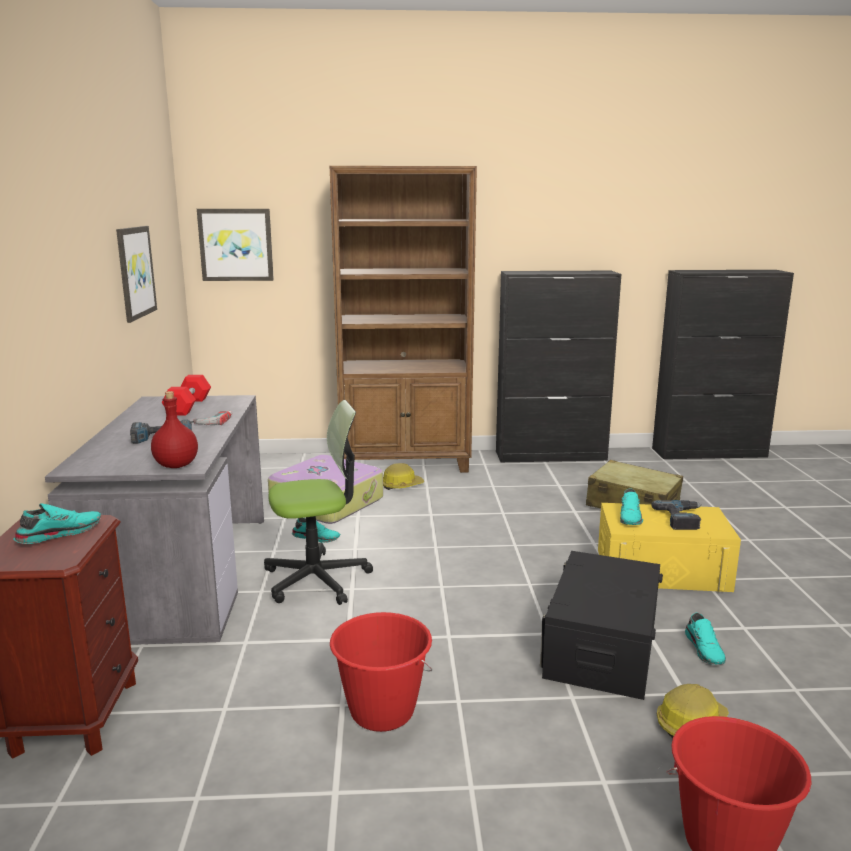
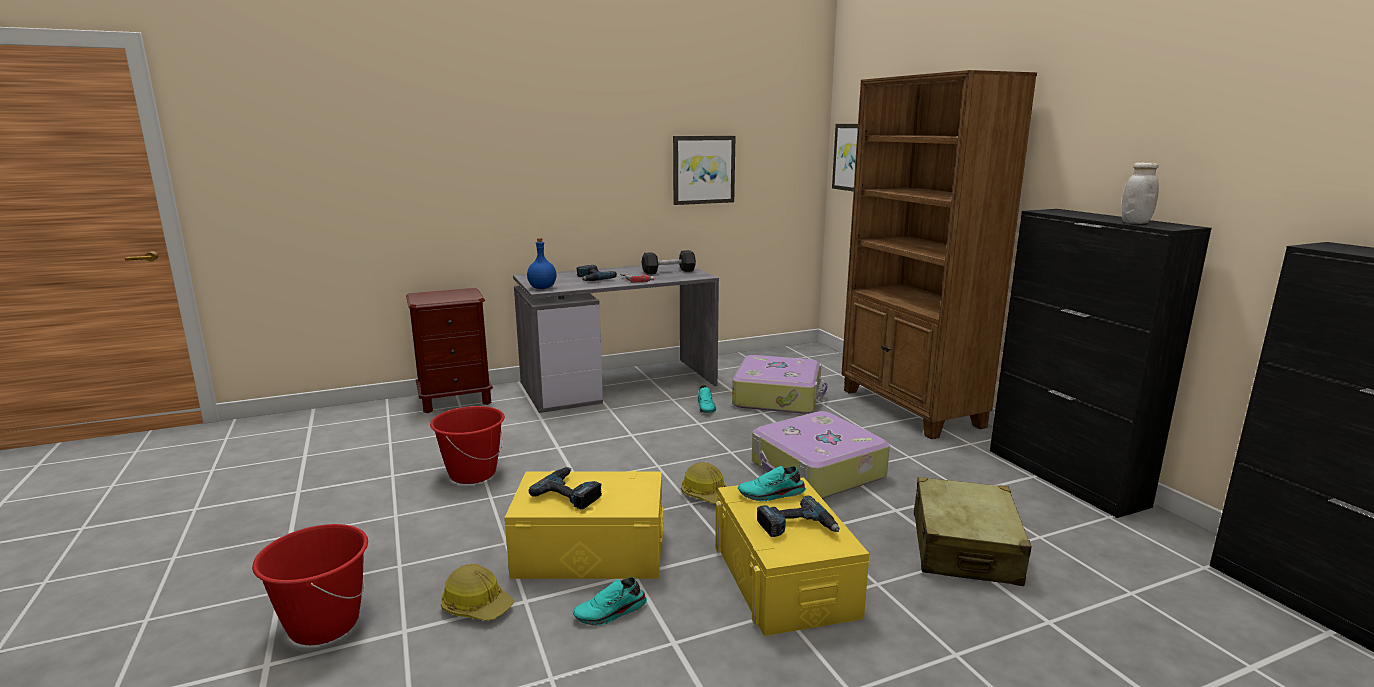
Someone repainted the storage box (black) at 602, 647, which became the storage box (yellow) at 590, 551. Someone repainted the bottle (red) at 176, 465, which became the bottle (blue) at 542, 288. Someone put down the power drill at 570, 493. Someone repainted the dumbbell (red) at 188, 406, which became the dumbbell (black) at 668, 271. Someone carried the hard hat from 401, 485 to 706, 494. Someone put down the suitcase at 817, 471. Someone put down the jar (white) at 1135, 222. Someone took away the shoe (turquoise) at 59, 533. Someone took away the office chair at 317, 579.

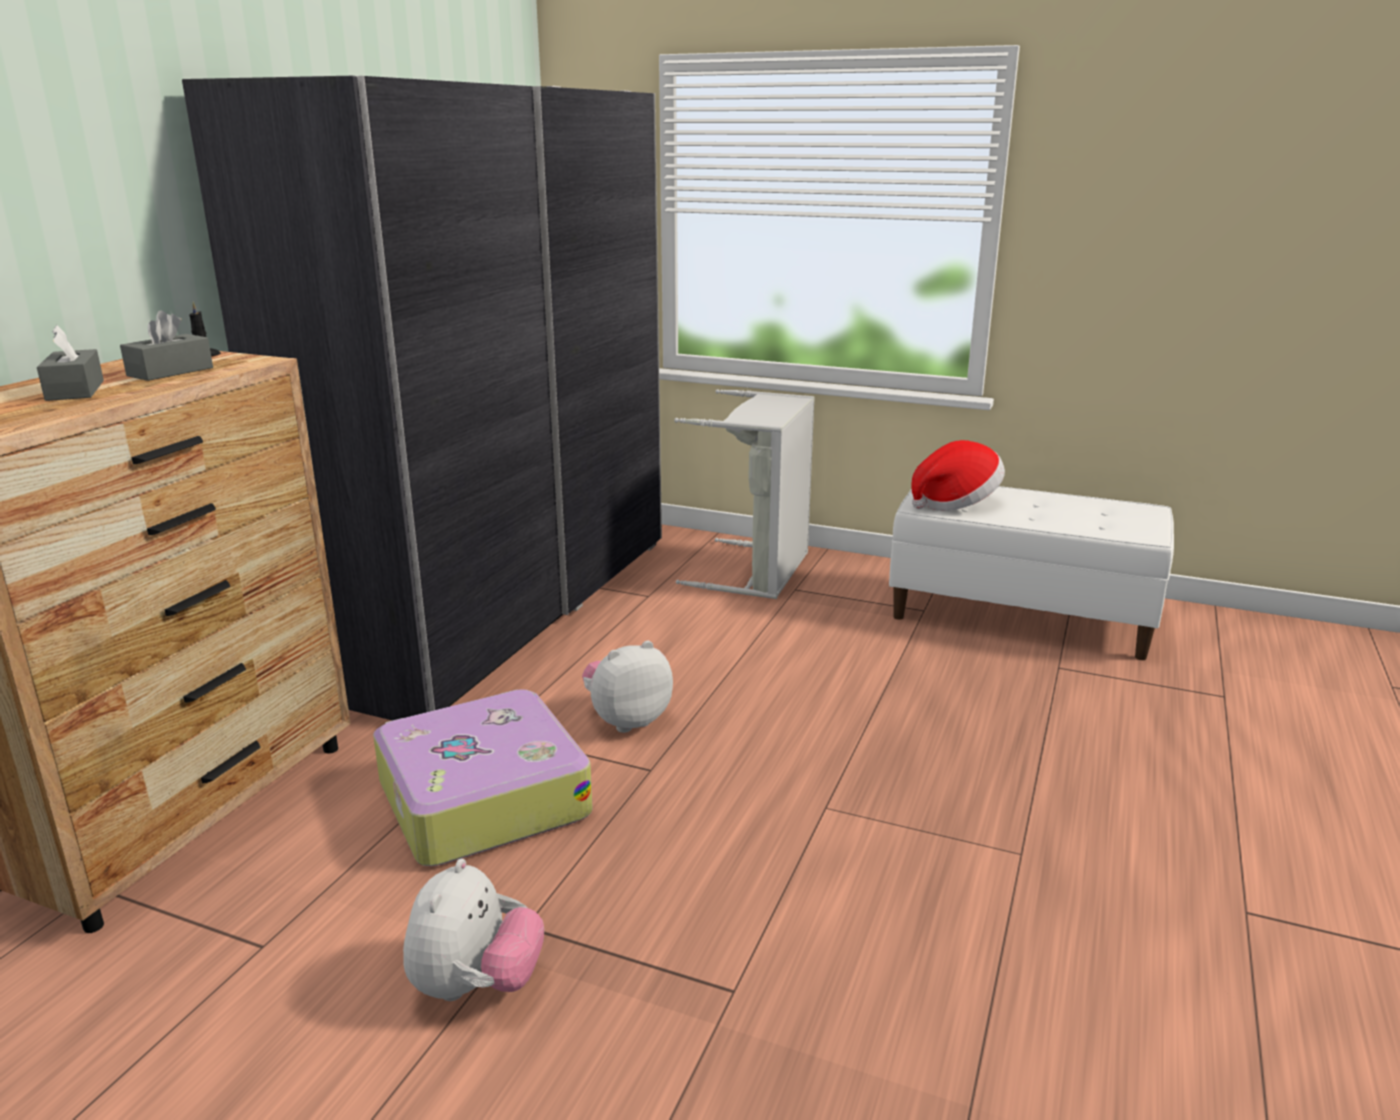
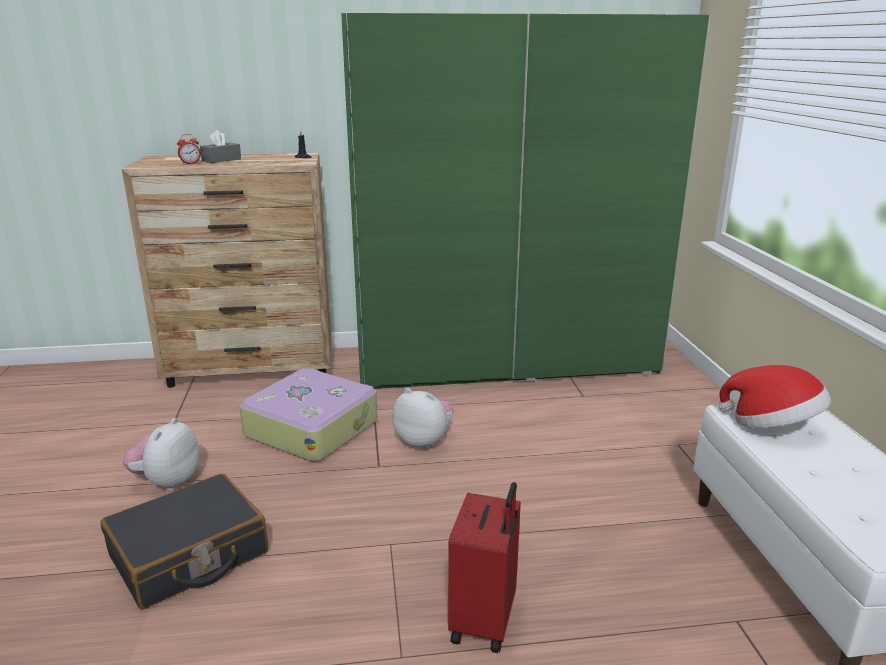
Someone put down the suitcase (black) at 189, 555. Someone rotated the plush toy at 476, 985 by 120 degrees clockwise. Someone put down the alarm clock at 190, 164. Someone repainted the wardrobe (grey) at 501, 608, which became the wardrobe (green) at 504, 361. Someone put down the suitcase (red) at 485, 621. Someone took away the tissue box (grey) at 170, 372. Someone took away the laundry basket (grey) at 759, 571.

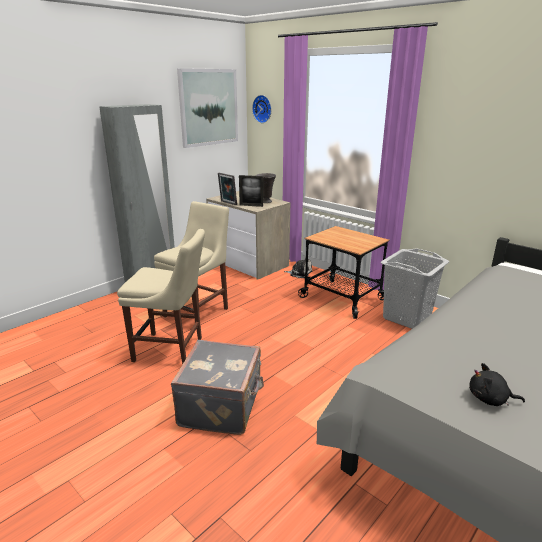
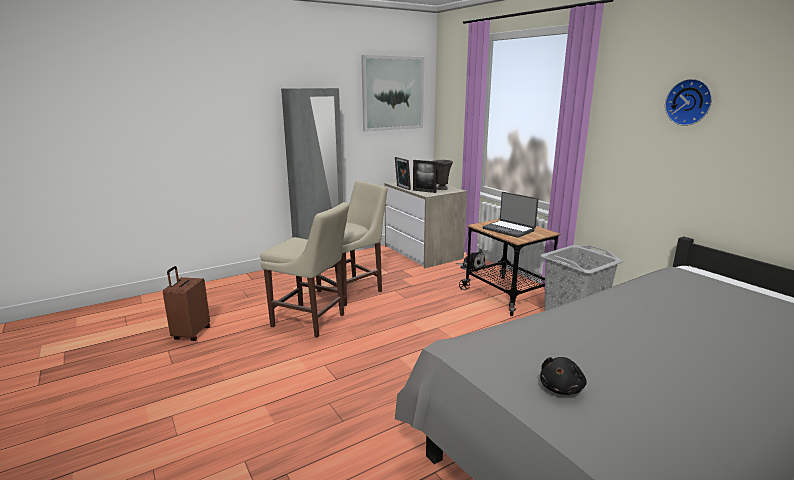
Someone put down the suitcase (brown) at 191, 334. Someone put down the laptop at 509, 229. Someone rotated the plush toy (black) at 490, 399 by 90 degrees counterclockwise. Someone carried the wall clock from 263, 109 to 689, 102. Someone took away the suitcase (grey) at 222, 406.

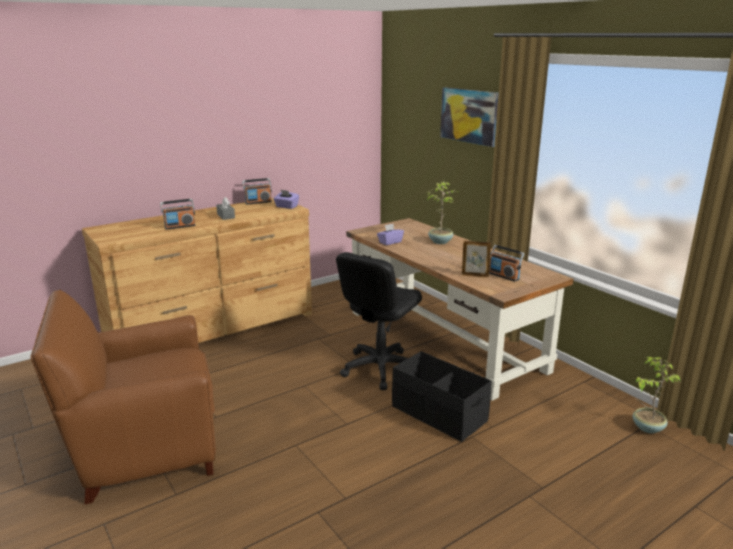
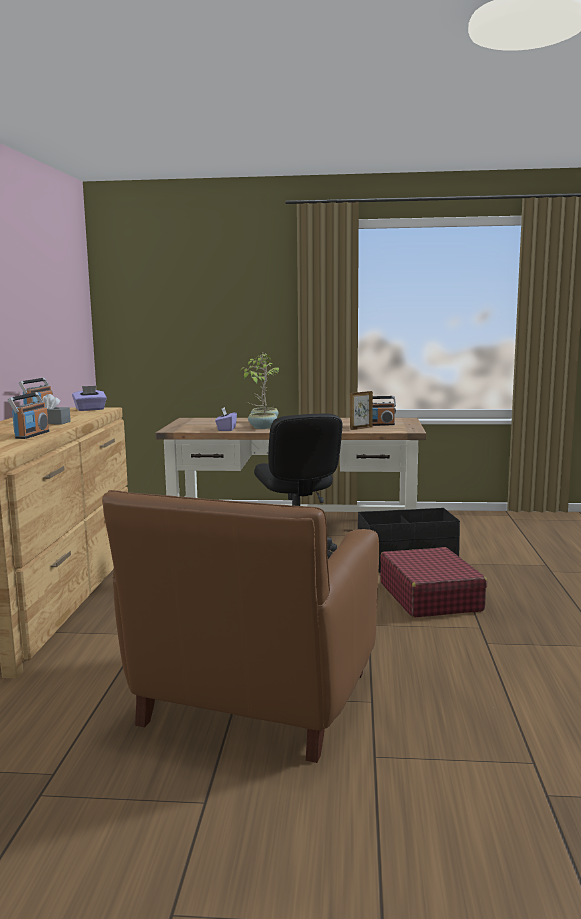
Someone carried the potted plant from 647, 427 to 261, 427. Someone put down the suitcase (red) at 430, 597. Someone took away the picture at 469, 116.

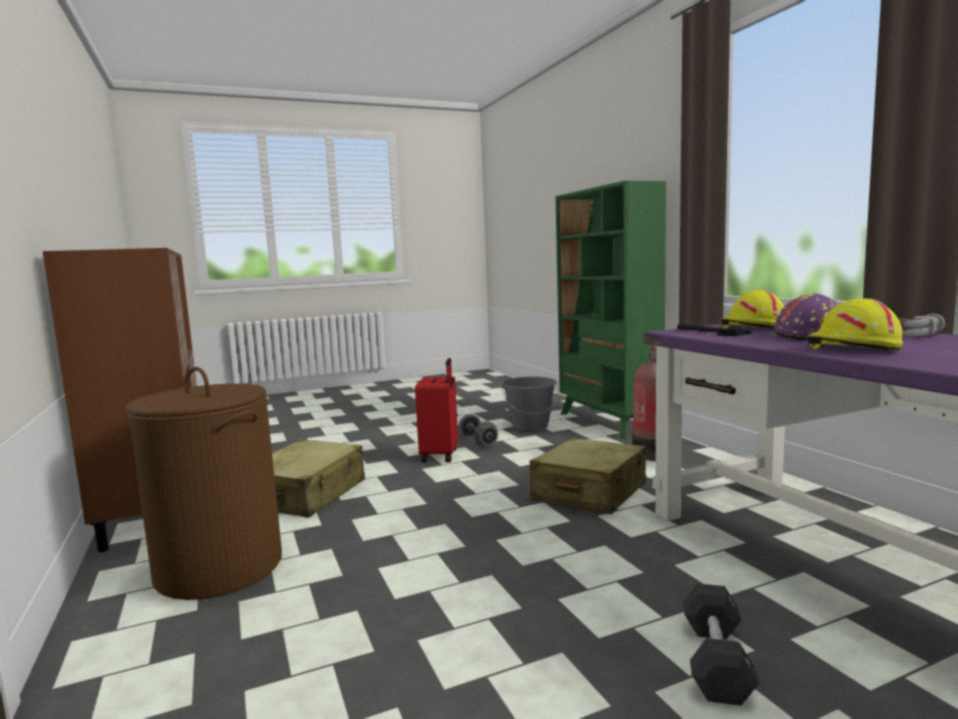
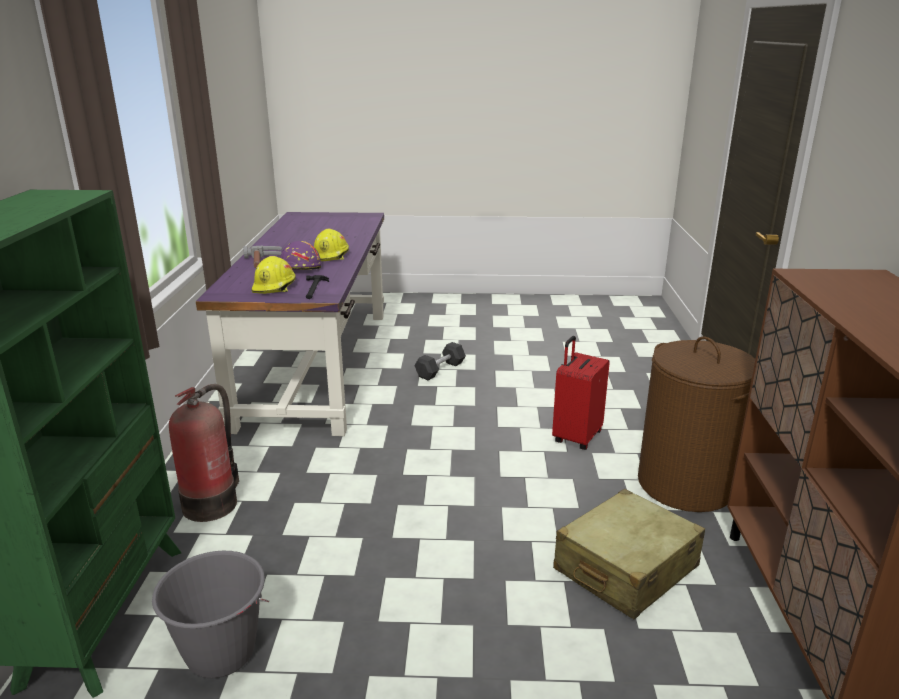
Someone carried the suitcase (red) from 441, 455 to 576, 437. Someone took away the dumbbell (grey) at 478, 442. Someone took away the suitcase (beige) at 589, 493.

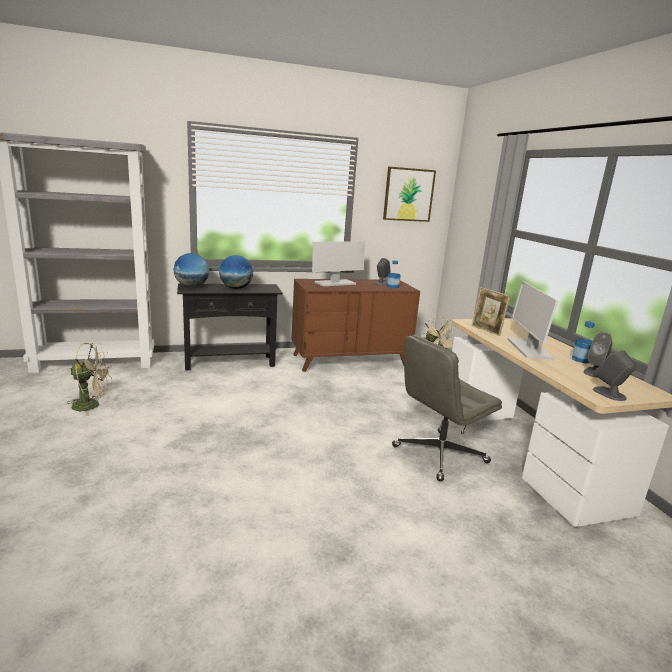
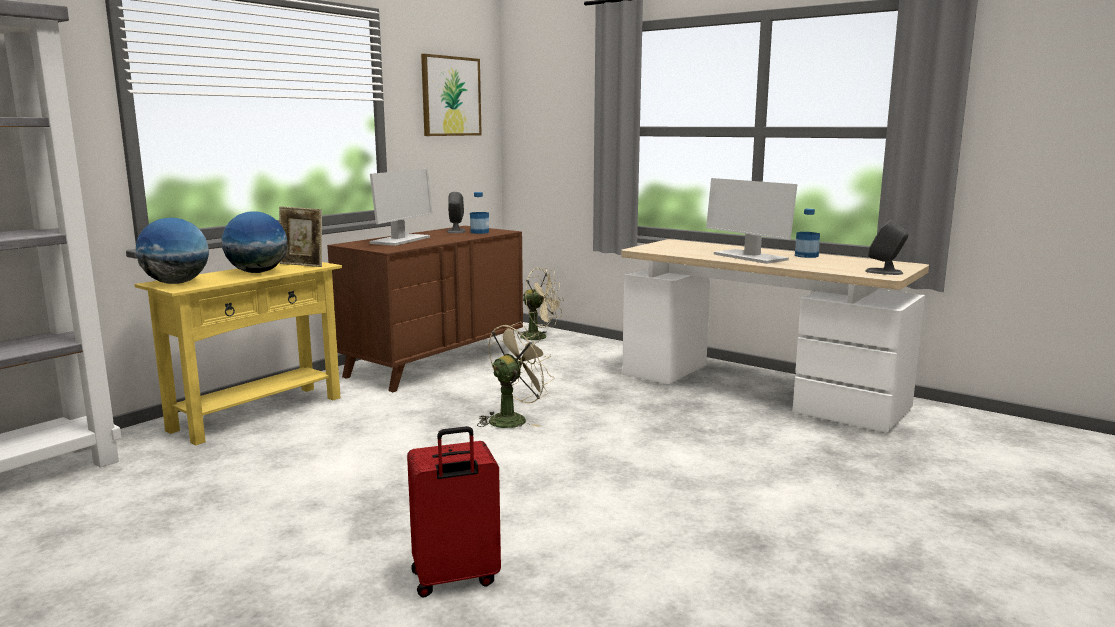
Someone repainted the console table (black) at 230, 362, which became the console table (yellow) at 257, 413. Someone carried the picture frame from 486, 330 to 302, 265. Someone put down the suitcase (red) at 455, 579. Someone carried the fan (beige) from 92, 405 to 513, 419. Someone took away the office chair (grey) at 439, 455. Someone took away the speaker (grey) at 595, 372.

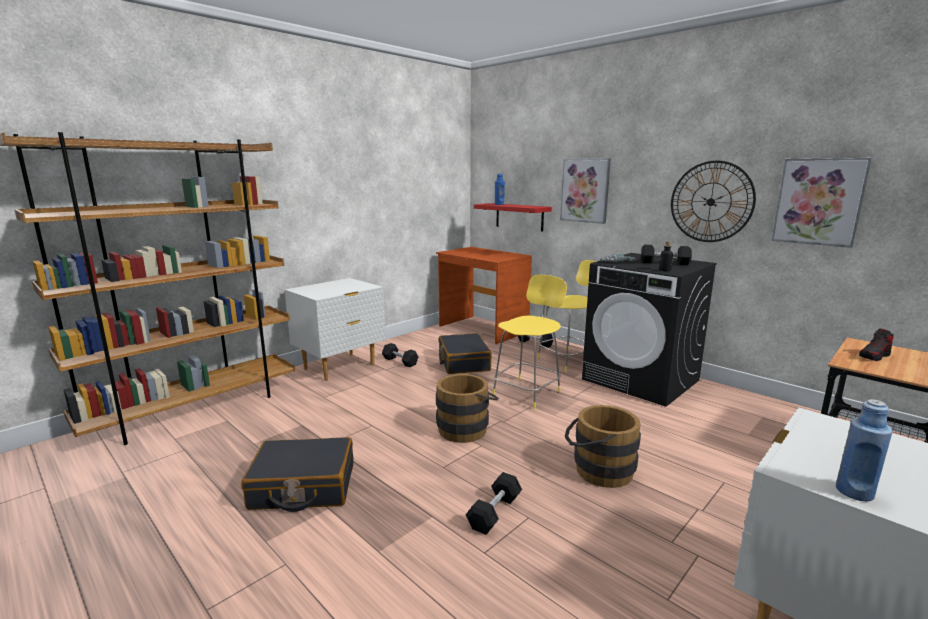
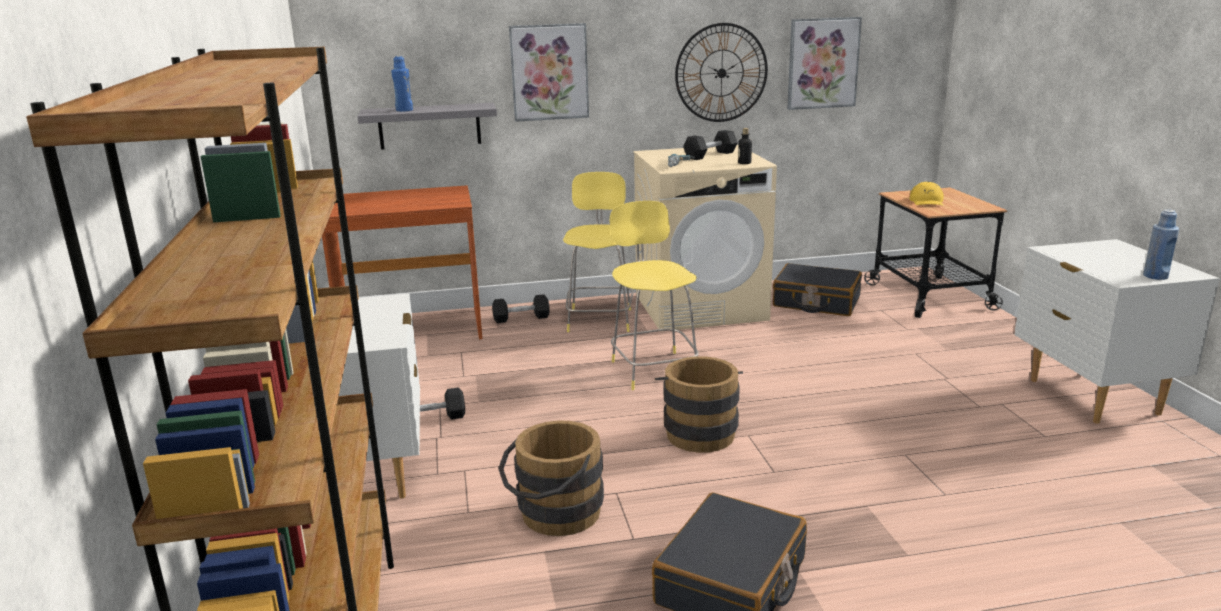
Someone repainted the shelf (red) at 519, 216, which became the shelf (grey) at 429, 126. Someone carried the bucket (brown) from 597, 470 to 554, 516. Someone repainted the washing machine (black) at 641, 380, which became the washing machine (beige) at 701, 307. Someone carried the suitcase (black) from 463, 362 to 816, 302. Someone swapped the shoe at 874, 356 for the cap (yellow) at 927, 201. Someone took away the dumbbell (black) at 494, 512.

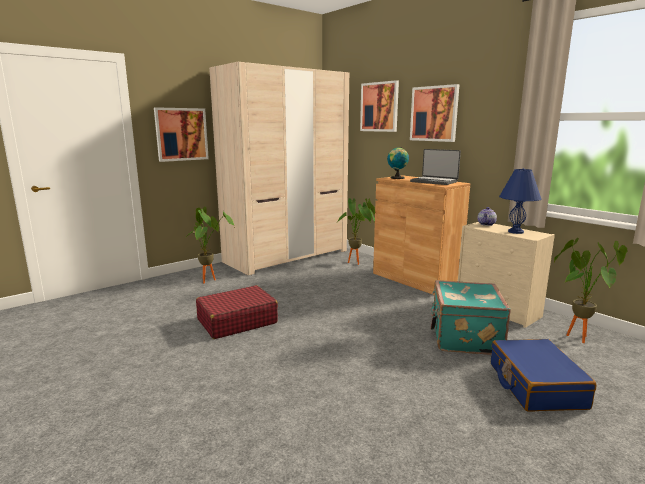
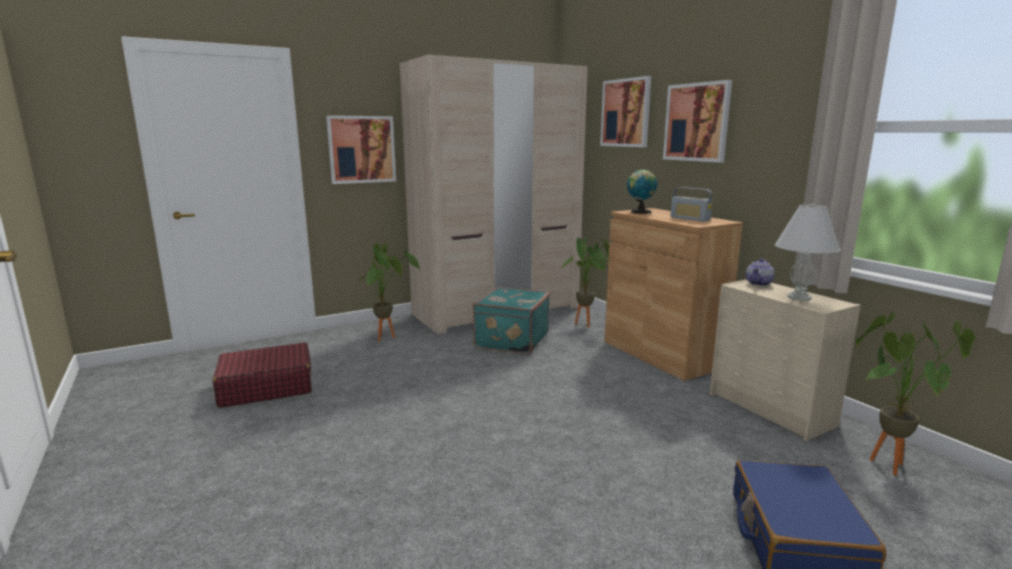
Someone carried the suitcase (red) from 237, 321 to 266, 387. Someone carried the suitcase (turquoise) from 464, 337 to 510, 340. Someone swapped the laptop at 434, 181 for the radio at 690, 219. Someone repainted the table lamp (blue) at 515, 232, which became the table lamp (white) at 798, 297.

